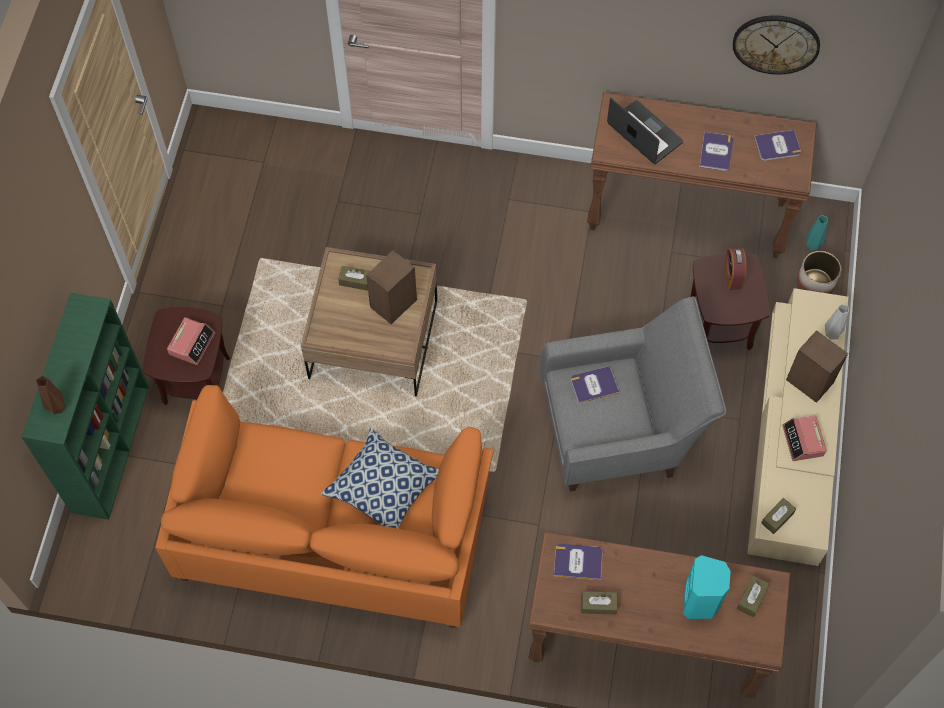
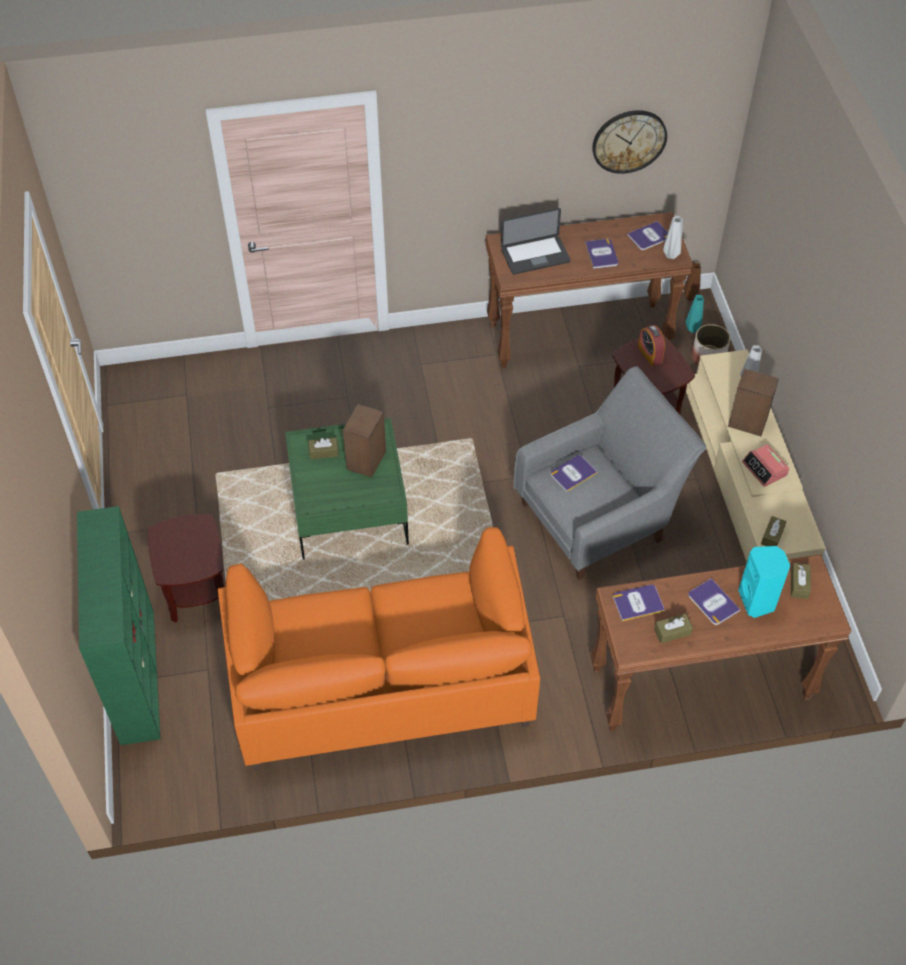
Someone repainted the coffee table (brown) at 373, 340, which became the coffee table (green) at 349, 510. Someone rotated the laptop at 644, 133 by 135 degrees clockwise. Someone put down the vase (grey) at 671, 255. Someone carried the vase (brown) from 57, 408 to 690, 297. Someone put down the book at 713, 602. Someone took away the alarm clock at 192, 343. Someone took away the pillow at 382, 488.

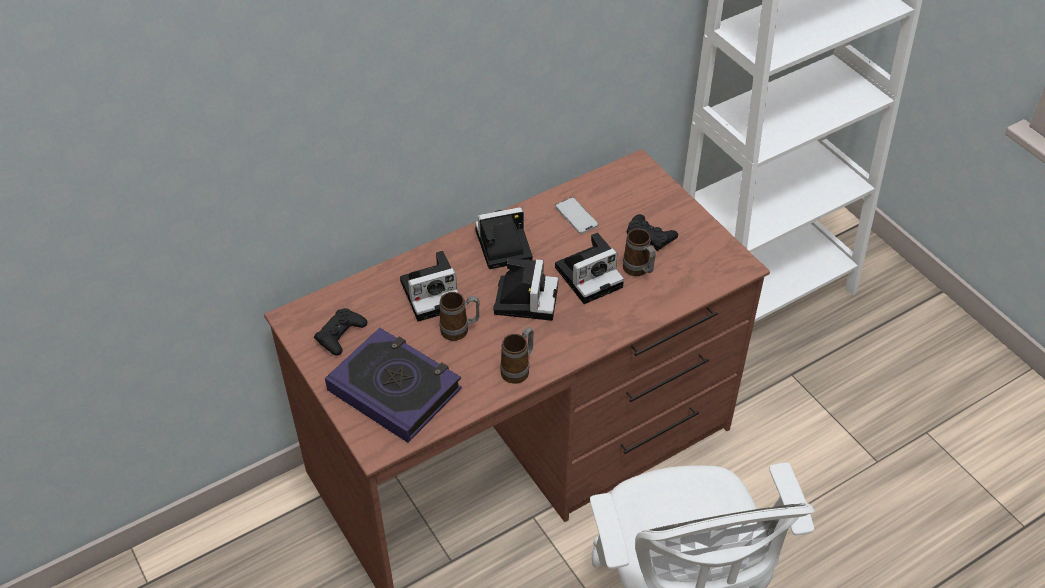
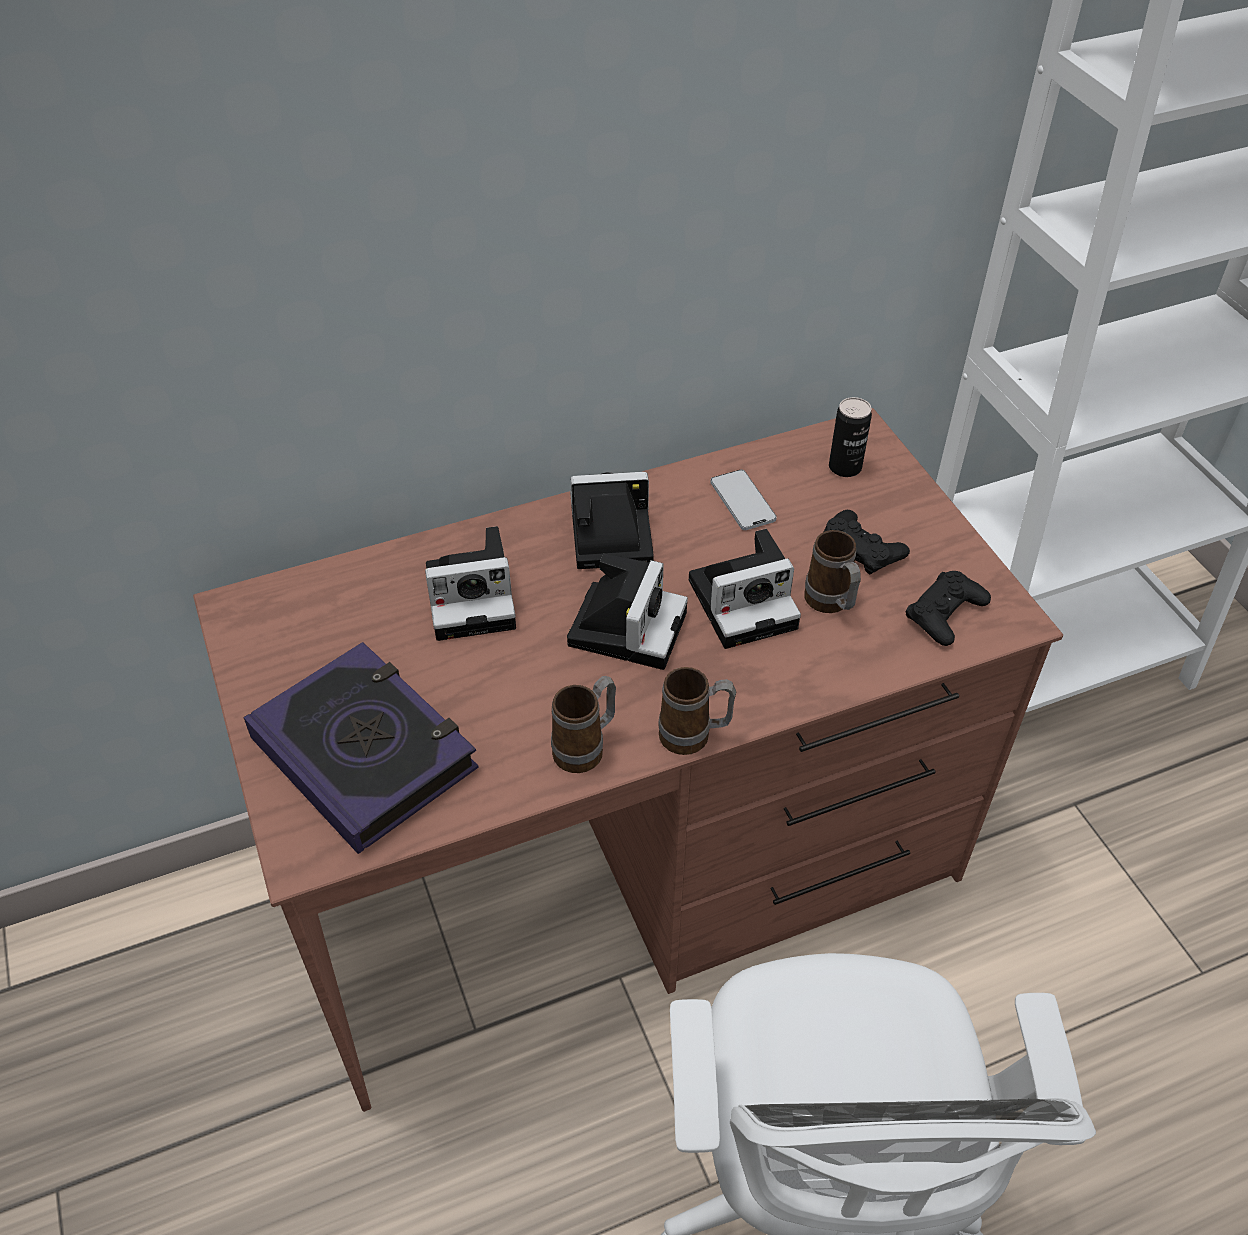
Someone carried the mug from 460, 330 to 694, 736. Someone put down the can at 845, 467. Someone carried the game controller (black) from 340, 335 to 945, 613.

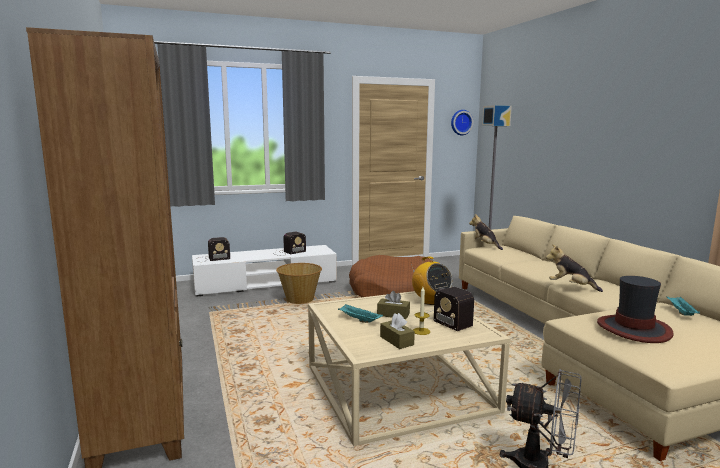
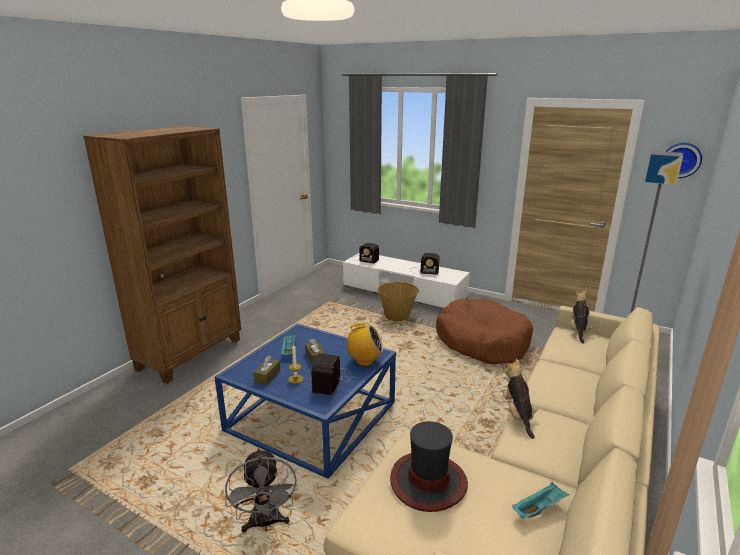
Someone repainted the coffee table (beige) at 399, 388, which became the coffee table (blue) at 312, 416. Someone rotated the radio at 430, 301 by 105 degrees counterclockwise.

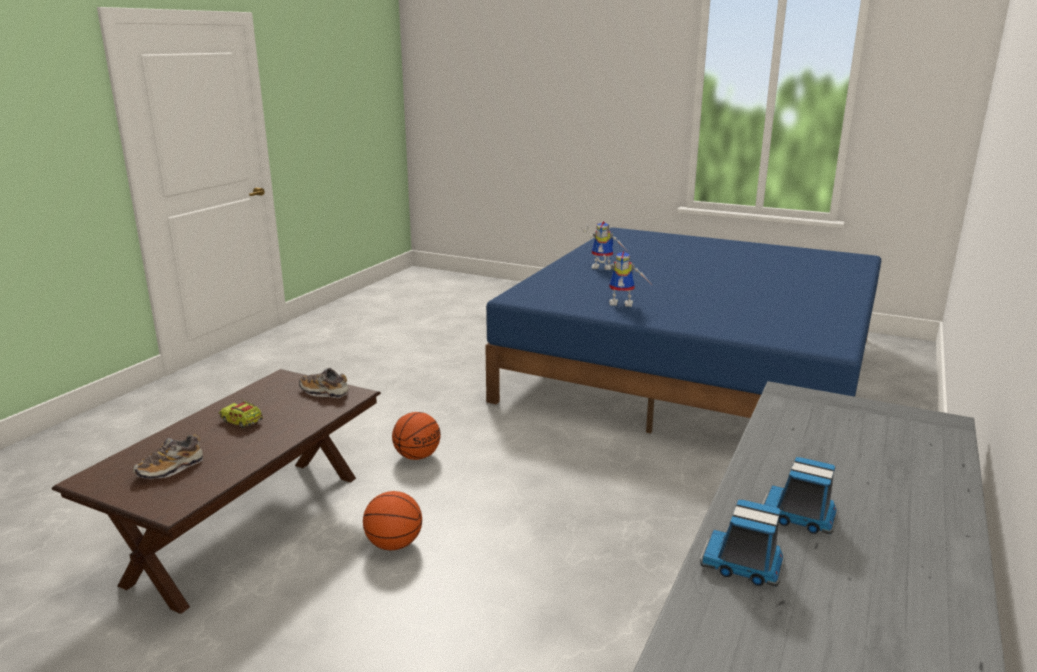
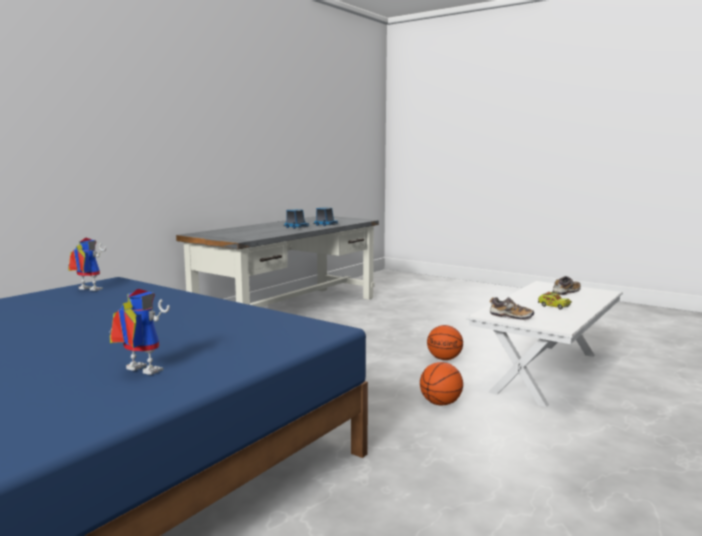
Someone carried the toy robot from 623, 303 to 86, 290. Someone repainted the coffee table (brown) at 249, 527, which became the coffee table (white) at 545, 372.

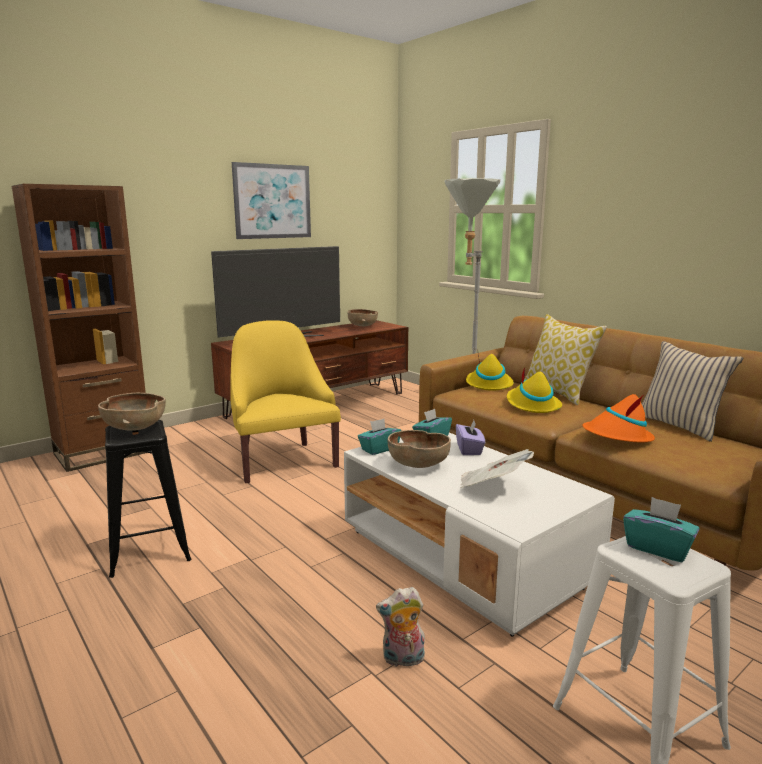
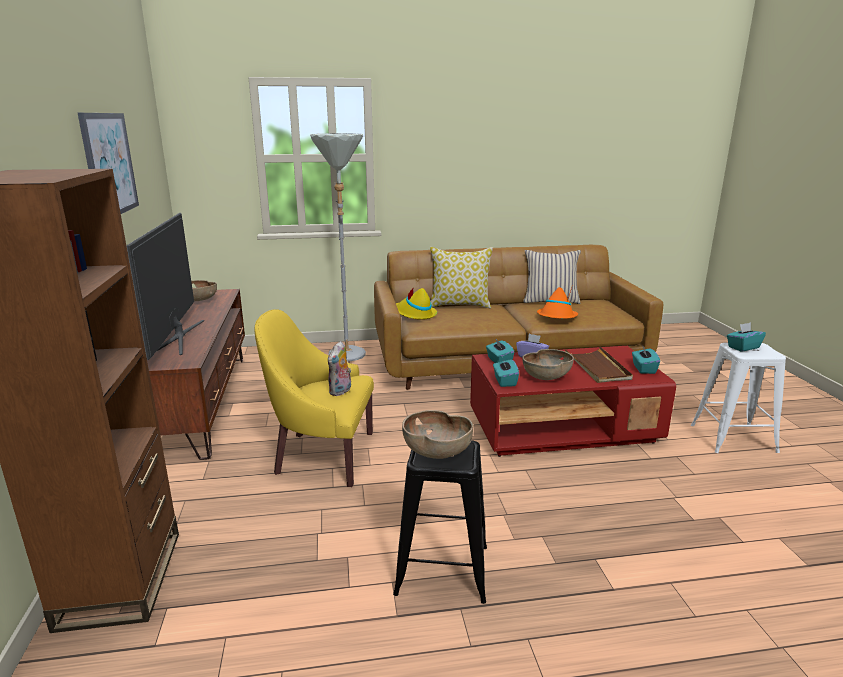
Someone carried the plush toy from 402, 660 to 341, 391. Someone repainted the coffee table (white) at 464, 557, which became the coffee table (red) at 563, 428. Someone swapped the newspaper at 492, 487 for the tray (brown) at 597, 367. Someone put down the tissue box (turquoise) at 643, 369. Someone took away the hat (yellow) at 532, 405.

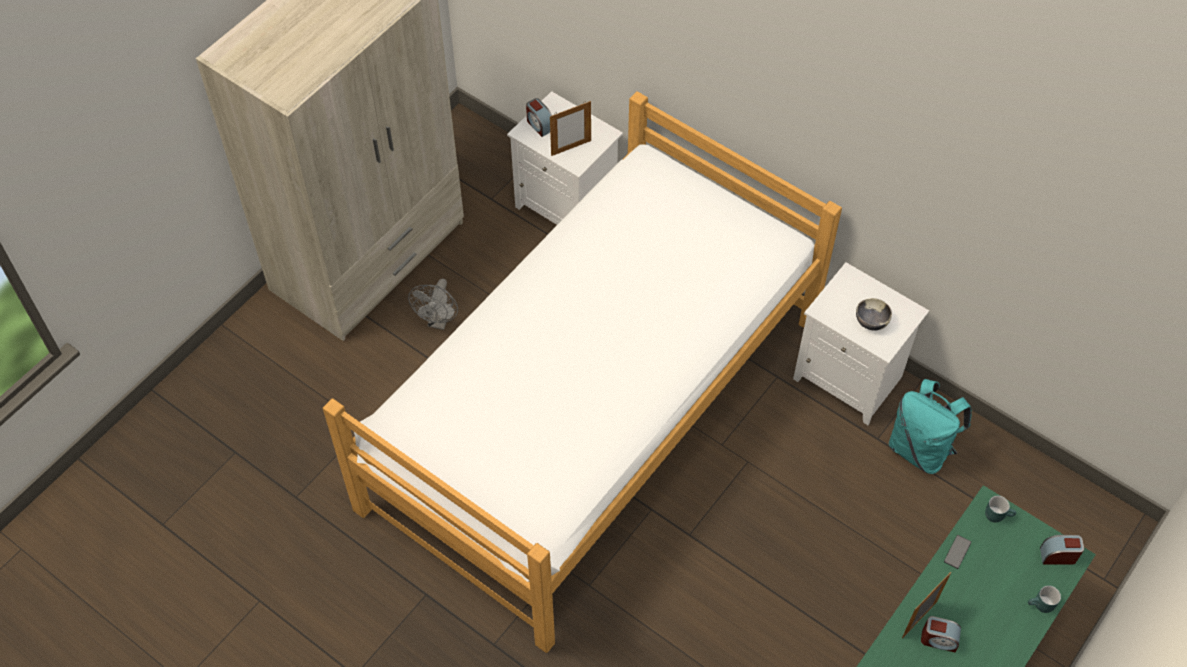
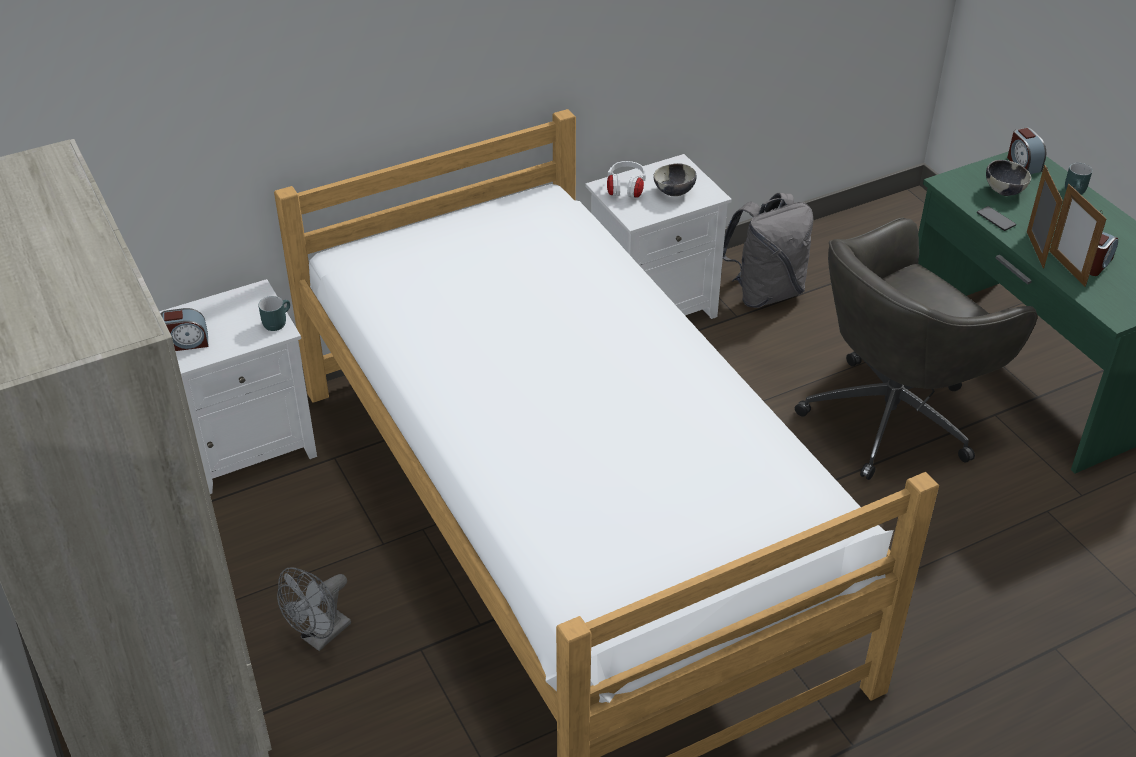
Someone carried the mug (turquoise) from 997, 514 to 276, 321. Someone rotated the fan (grey) at 439, 321 by 90 degrees clockwise. Someone put down the headphones (white) at 625, 190. Someone repainted the backpack (turquoise) at 920, 448, which became the backpack (grey) at 765, 292. Someone put down the office chair (grey) at 893, 416. Someone put down the bowl at 1004, 190. Someone rotated the alarm clock at 1058, 555 by 45 degrees counterclockwise. Someone carried the picture frame from 571, 148 to 1035, 249.

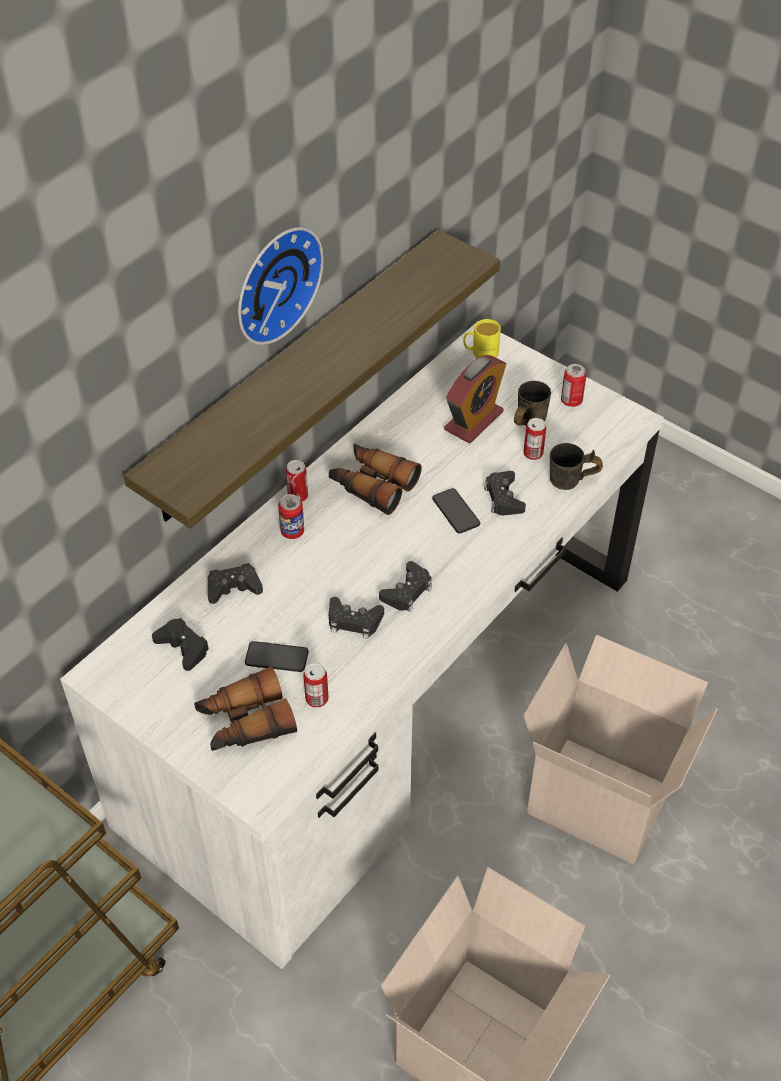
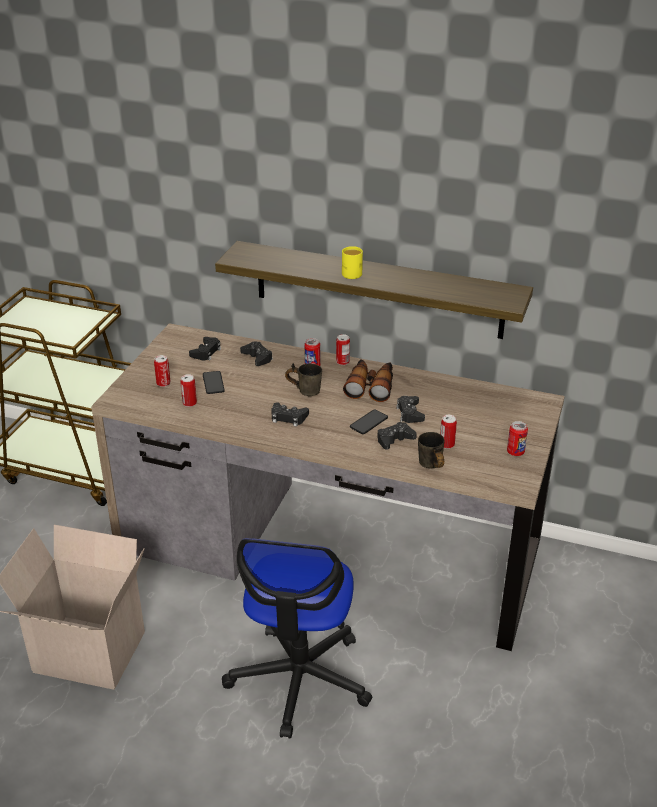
Someone repainted the desk (white) at 387, 697, which became the desk (brown) at 329, 547. Someone swapped the binoculars at 245, 722 for the can at 163, 383. Someone swapped the cardboard box at 603, 797 for the office chair at 299, 679. Someone carried the mug (grey) from 525, 421 to 305, 390. Someone carried the mug (yellow) from 480, 353 to 350, 273. Someone carried the game controller (black) from 354, 621 to 410, 413. Someone took away the wall clock at 273, 282. Someone took away the alarm clock at 473, 421.

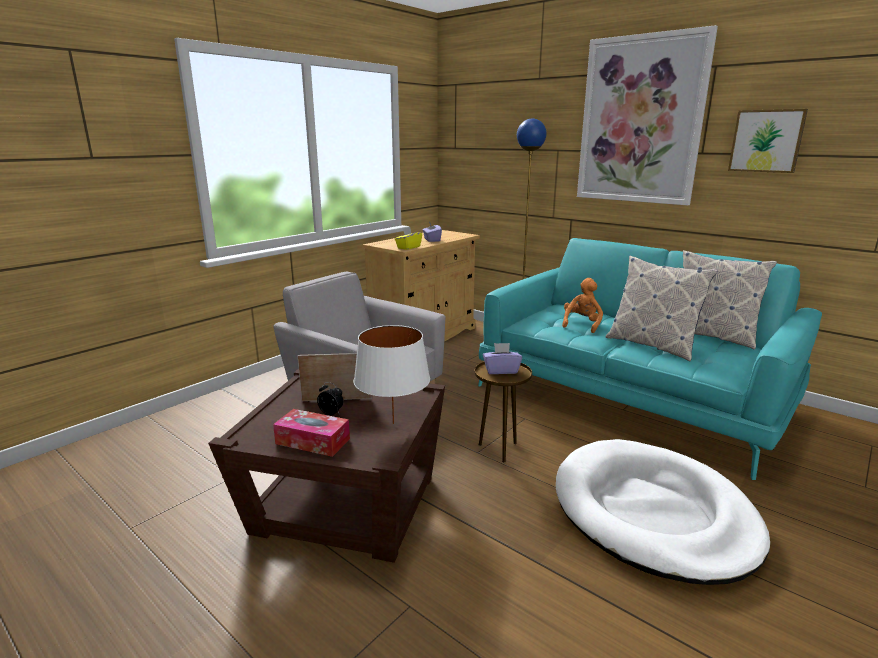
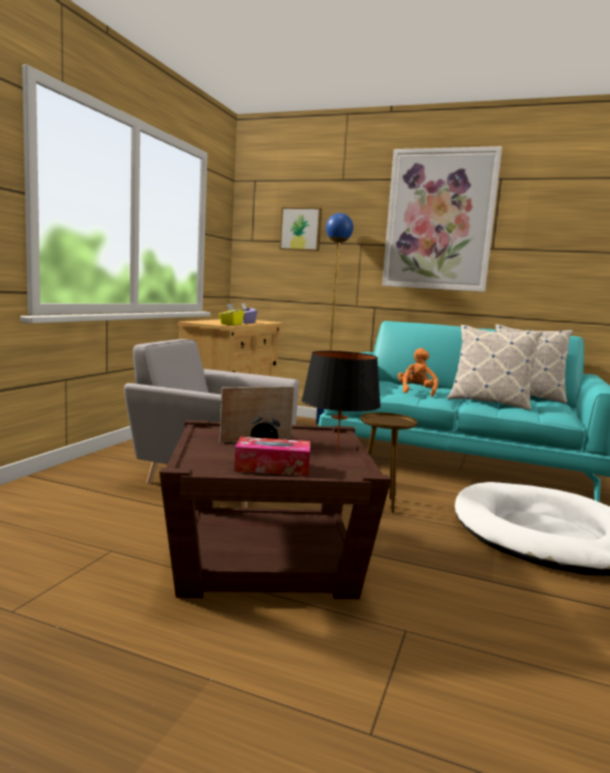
Someone carried the picture from 766, 141 to 301, 229. Someone repainted the table lamp (white) at 393, 423, which became the table lamp (black) at 336, 452. Someone took away the tissue box (purple) at 501, 370.

